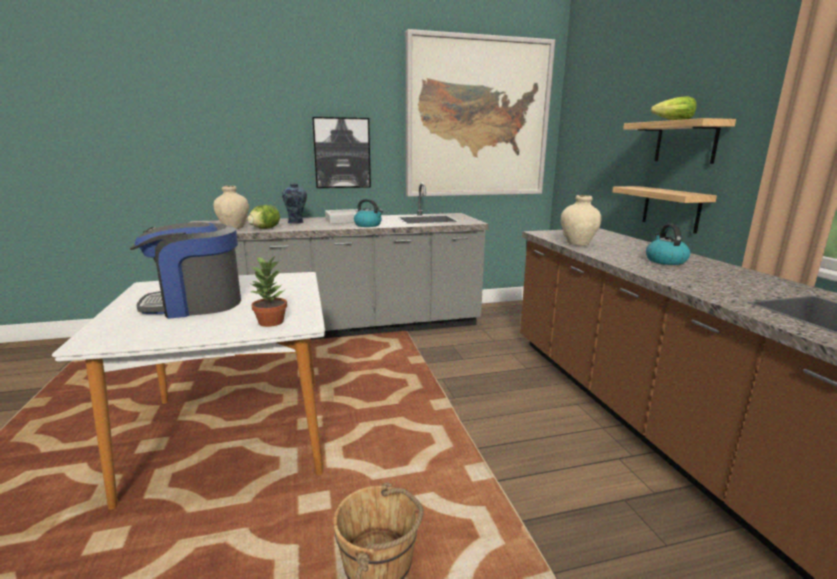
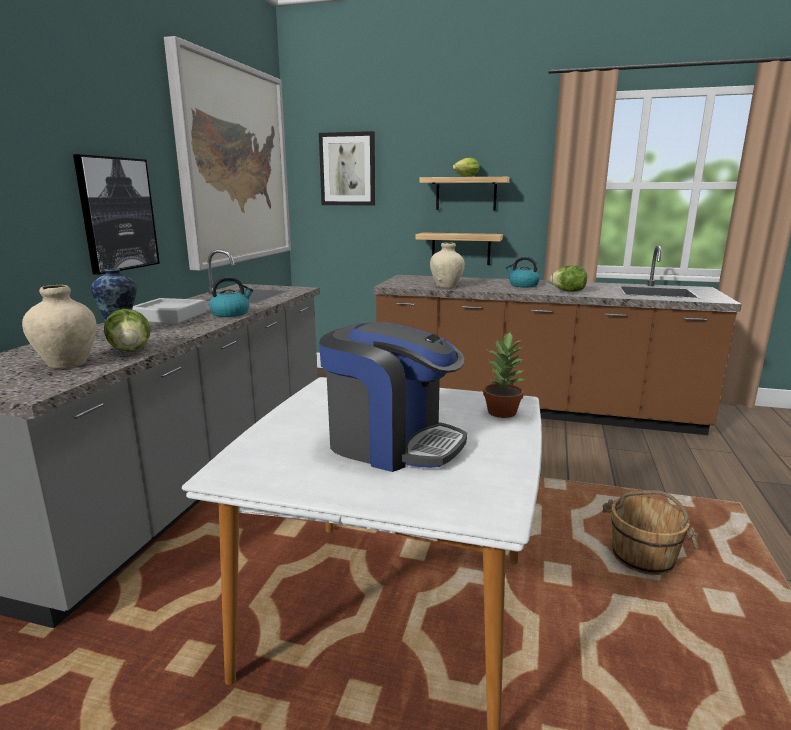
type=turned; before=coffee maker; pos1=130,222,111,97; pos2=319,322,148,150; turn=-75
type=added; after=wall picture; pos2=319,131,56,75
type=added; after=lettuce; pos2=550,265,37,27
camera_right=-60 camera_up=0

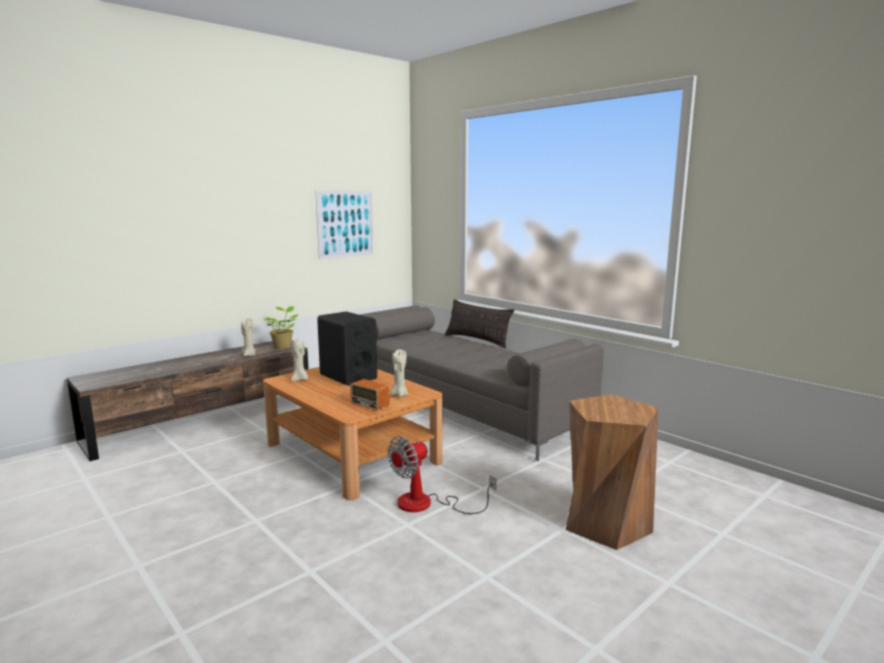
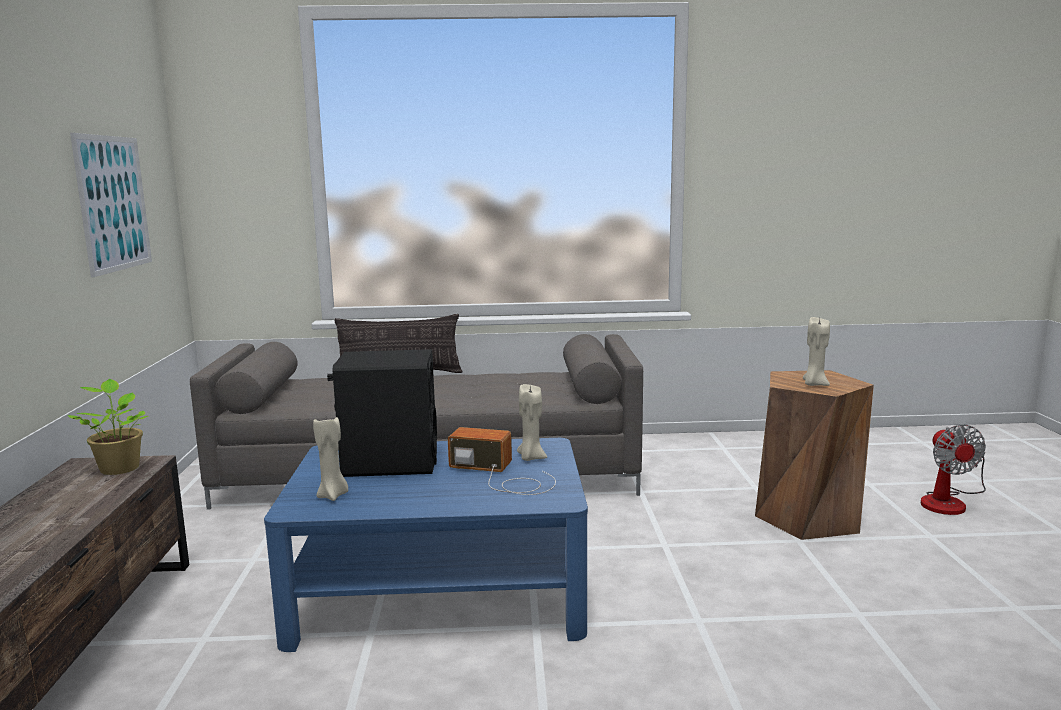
type=moved; before=wax candle in beige-coloured; pos1=241,318,15,38; pos2=803,317,27,69
type=recoloured; before=low table in brownish; after=low table in bluish; pos1=263,367,180,133; pos2=264,438,324,214
type=turned; before=radio set; pos1=341,379,49,31; pos2=448,427,108,68; turn=-150
type=moved; before=cooling fan; pos1=387,436,109,78; pos2=921,424,65,91
camera_right=-50 camera_up=0

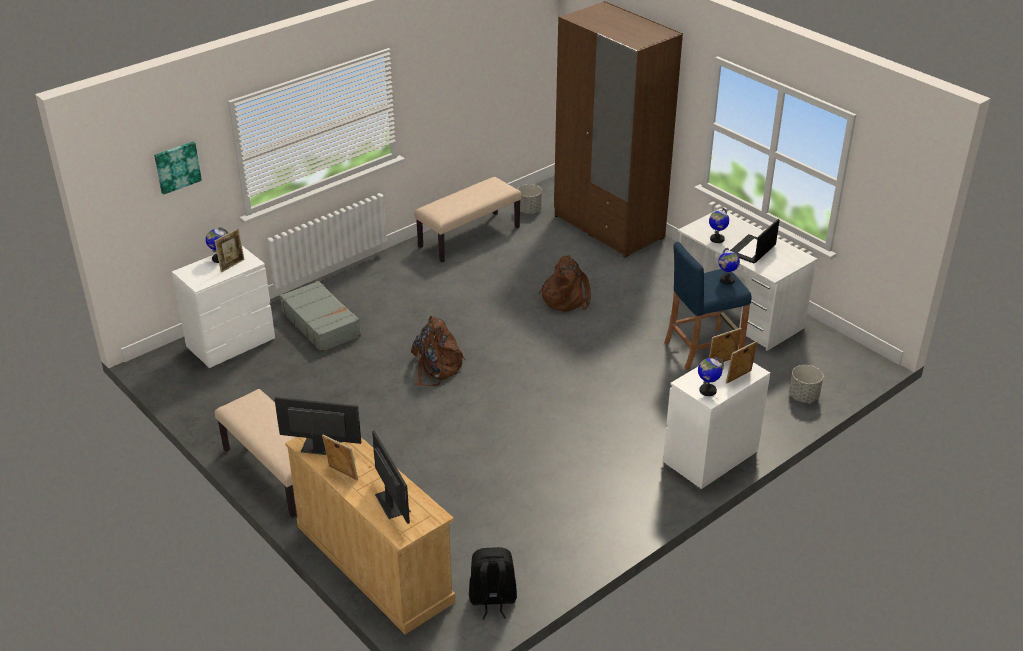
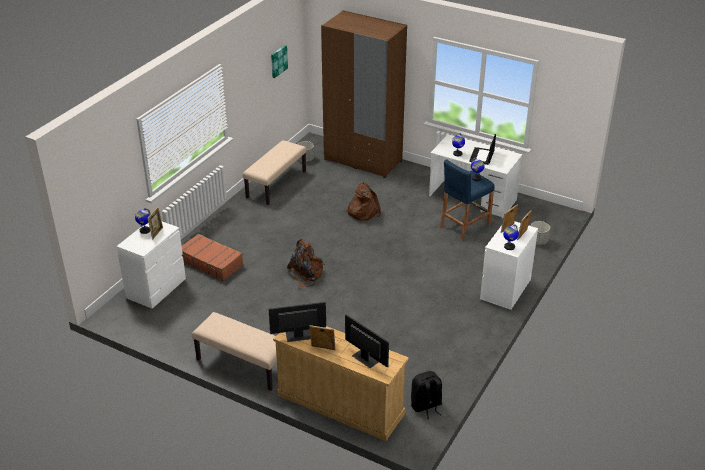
type=moved; before=wall picture; pos1=154,142,48,53; pos2=271,45,17,33
type=recoloured; before=travel case in grey; after=travel case in brownish; pos1=280,281,81,71; pos2=182,234,62,47
camera_right=-20 camera_up=0

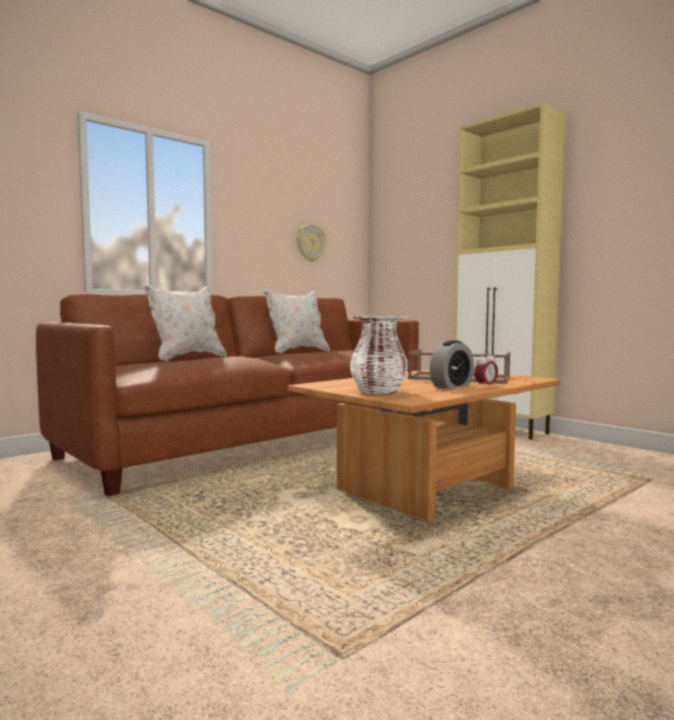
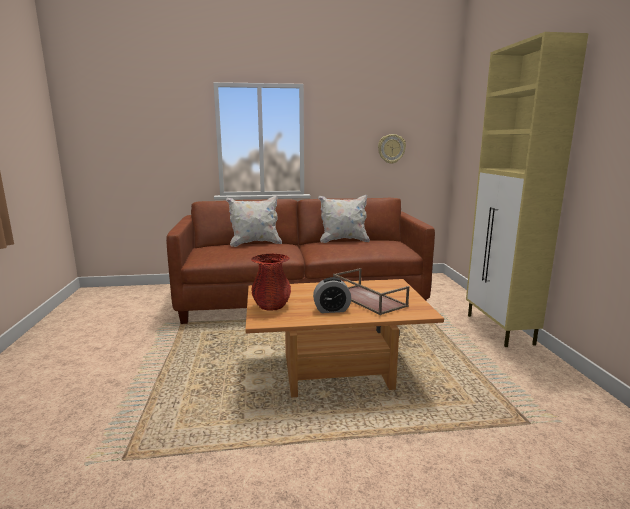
type=recoloured; before=decorative vase in white; after=decorative vase in red-coloured; pos1=350,316,58,78; pos2=251,254,40,57
type=removed; before=bedside clock; pos1=474,352,24,36
camera_right=35 camera_up=10

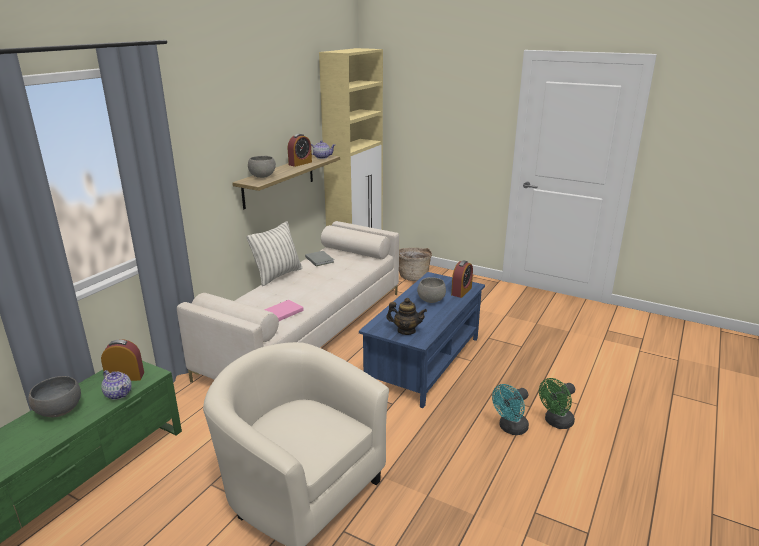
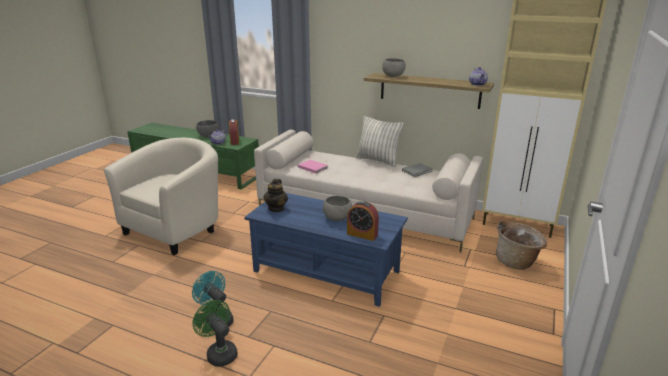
type=removed; before=bedside clock; pos1=288,134,24,33
camera_right=85 camera_up=0

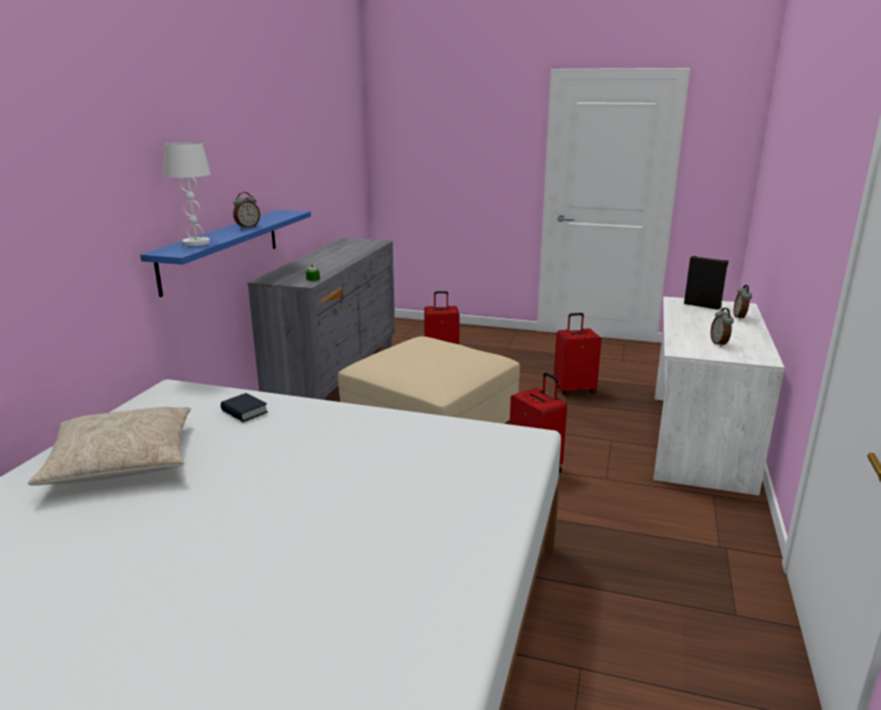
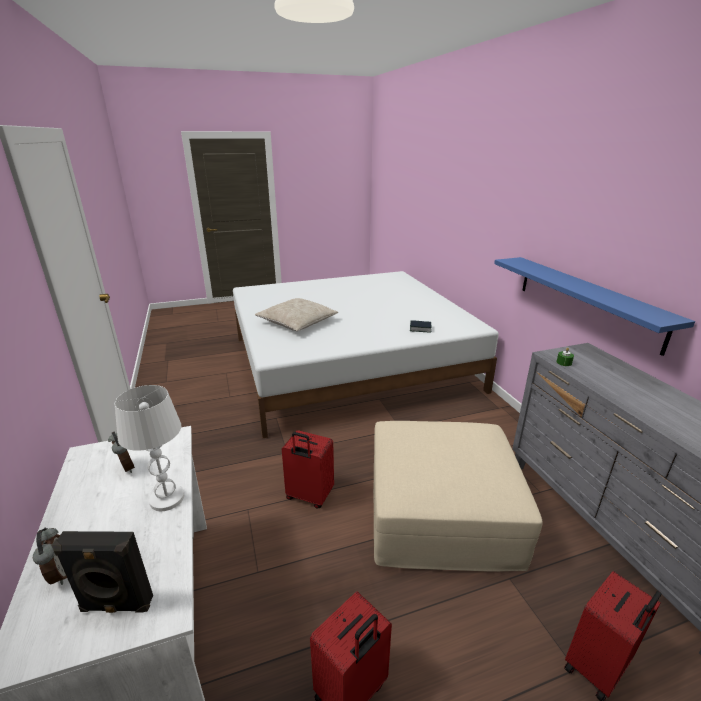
type=moved; before=pillow in beige-coloured; pos1=28,407,163,79; pos2=255,298,83,33
type=moved; before=lamp for a table in white; pos1=164,142,47,104; pos2=115,385,69,126
type=removed; before=bedside clock; pos1=233,192,27,37
camera_right=145 camera_up=5

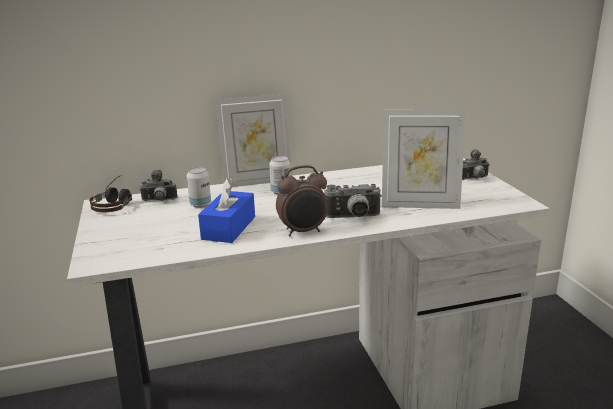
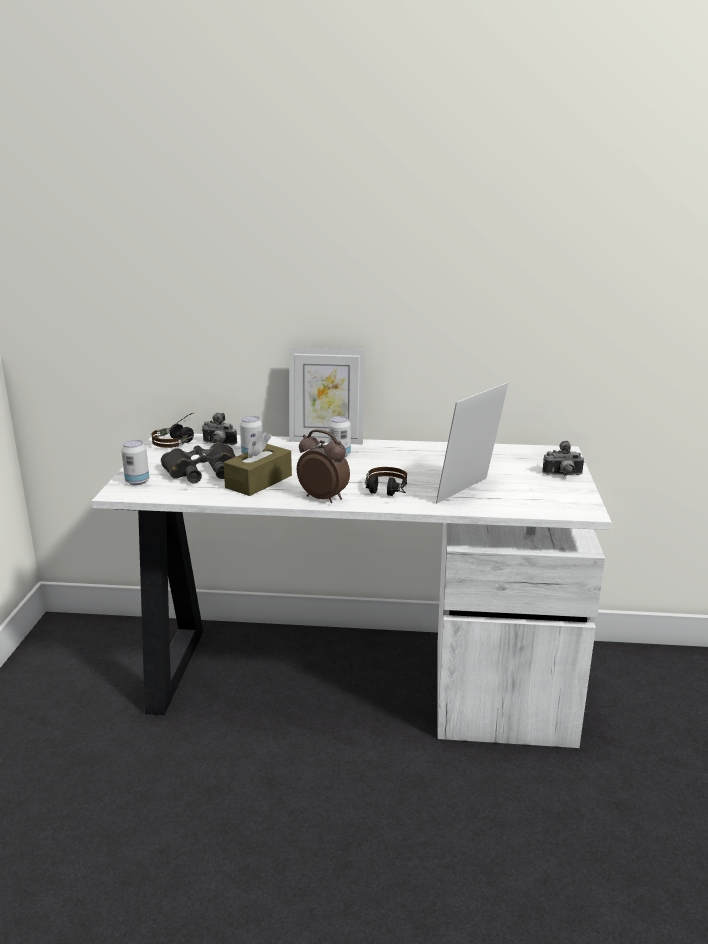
type=recoloured; before=tissue holder in bluish; after=tissue holder in brownish; pos1=198,178,57,65; pos2=223,431,69,65
type=turned; before=bedside clock; pos1=276,165,52,71; pos2=297,429,53,74; turn=-150
type=replaced; before=photo camera; after=pair of headphones; pos1=325,184,57,34; pos2=365,467,42,29
type=turned; before=photo frame; pos1=382,109,84,100; pos2=436,382,72,122; turn=105
type=added; after=sealed can; pos2=121,440,28,45
type=added; after=binoculars in blackish; pos2=161,442,75,41
camera_right=20 camera_up=0

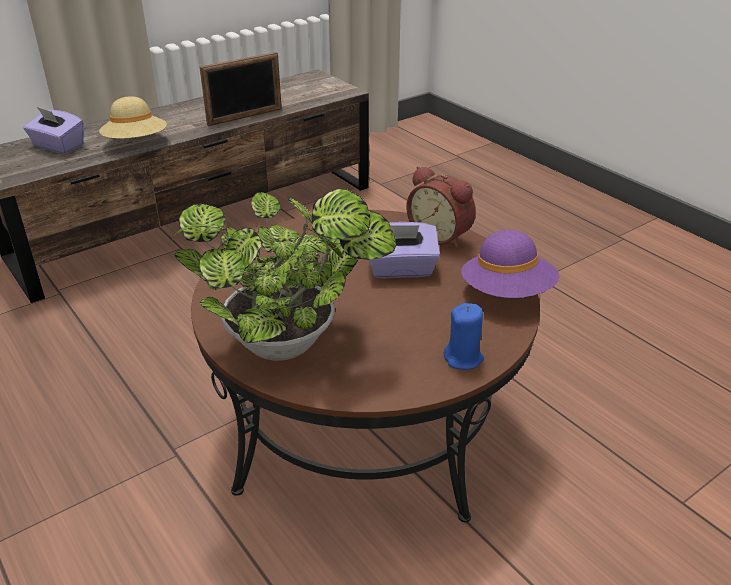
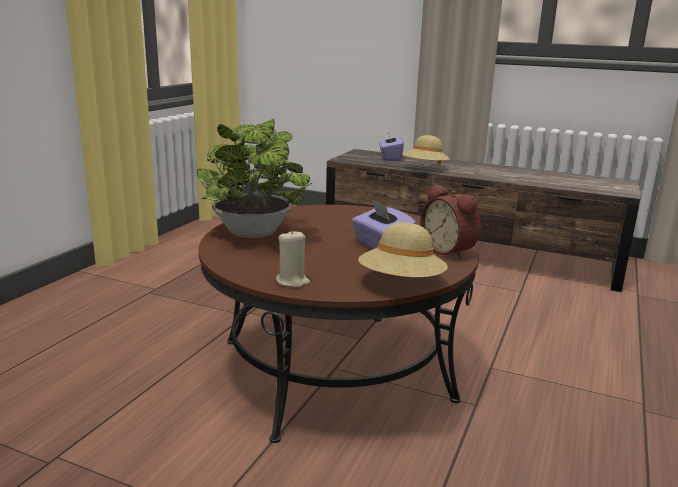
type=removed; before=photo frame; pos1=200,52,82,74
type=turned; before=bedside clock; pos1=406,166,70,82; pos2=420,184,61,76; turn=-45
type=recoloured; before=wax candle in bluish; after=wax candle in beige-coloured; pos1=443,303,41,67; pos2=276,230,34,58
type=recoloured; before=wearable hat in purplish; after=wearable hat in beige-coloured; pos1=461,230,98,68; pos2=358,222,90,56
camera_right=60 camera_up=-15

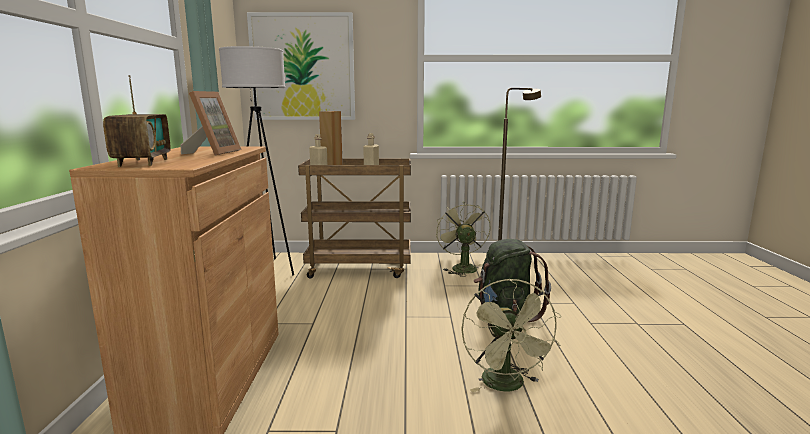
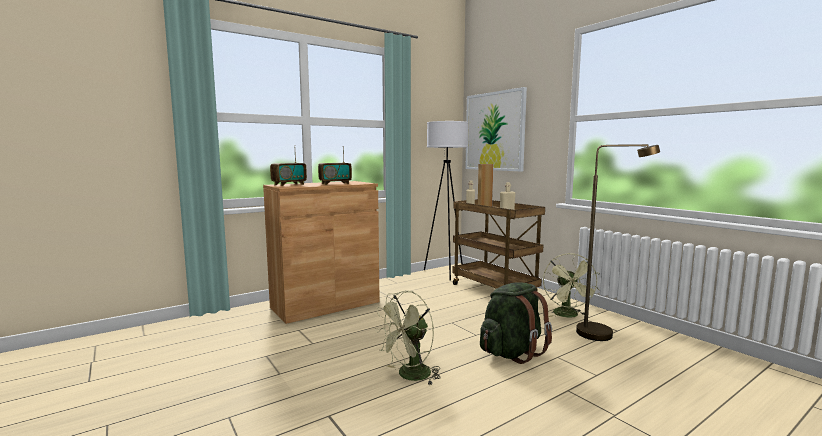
type=replaced; before=photo frame; after=radio set; pos1=180,91,62,64; pos2=318,146,34,39
type=turned; before=cooling fan in green; pos1=436,201,54,76; pos2=543,253,57,65; turn=135
camera_right=55 camera_up=-5

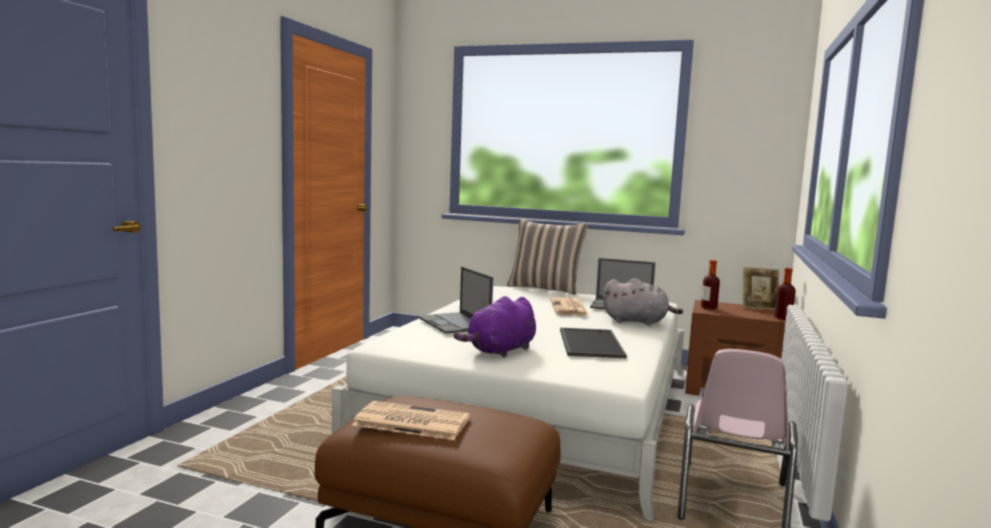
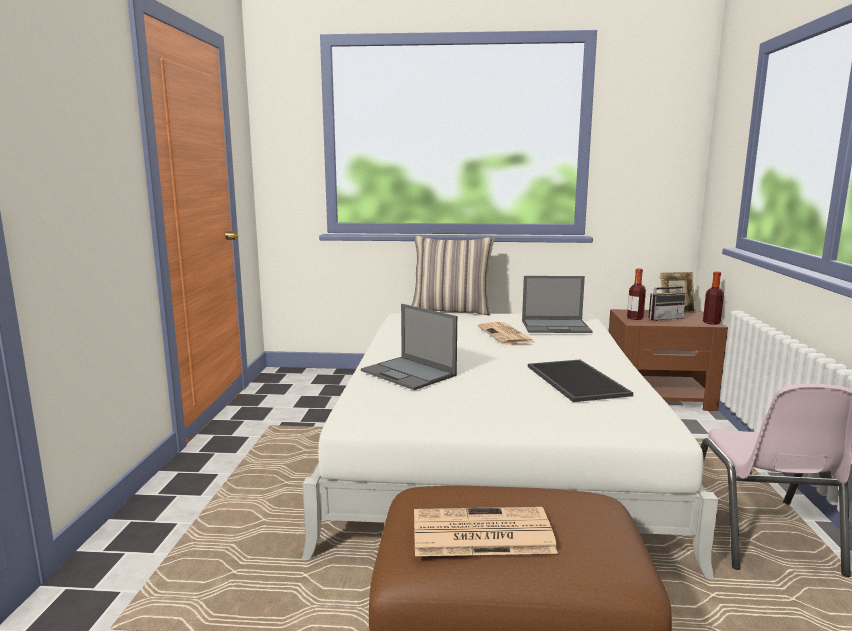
type=removed; before=soft toy in purplish; pos1=453,296,83,61
type=removed; before=soft toy in grey; pos1=603,278,80,47
type=added; after=radio set; pos2=648,276,38,45
camera_right=-15 camera_up=5

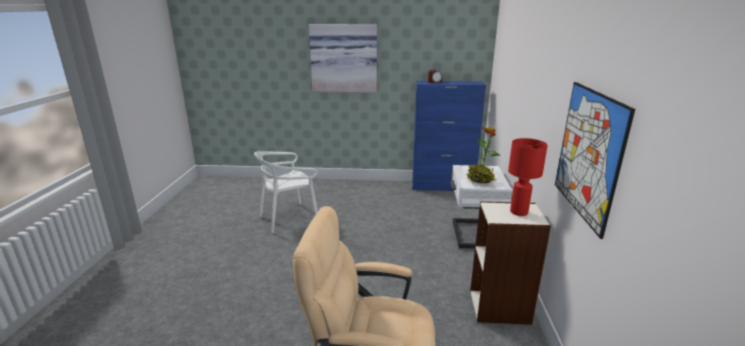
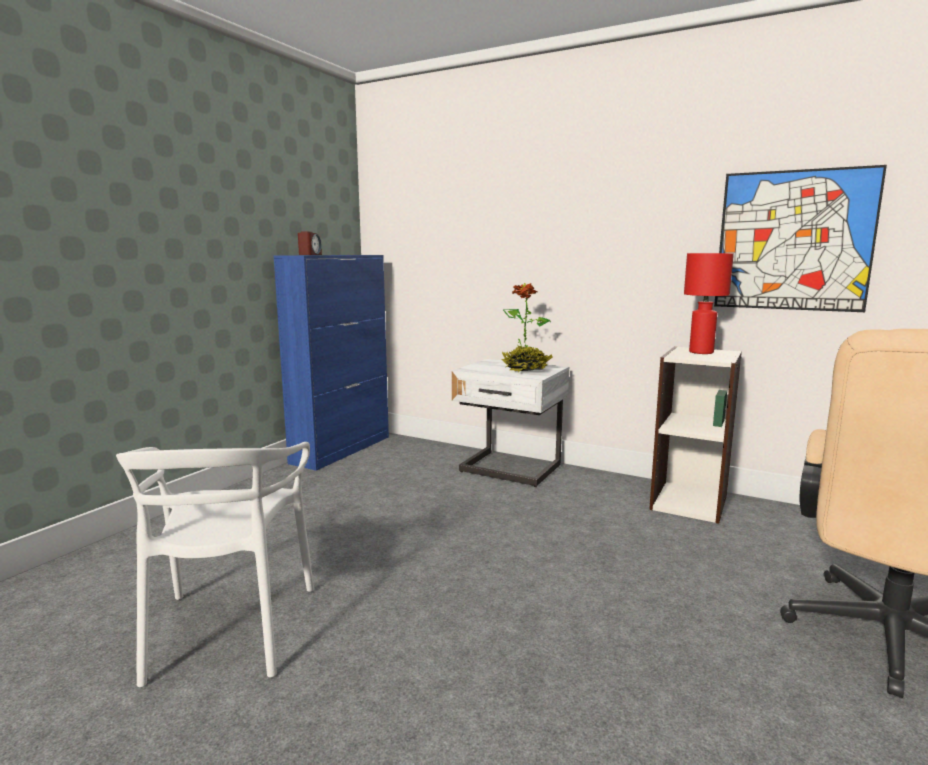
type=removed; before=wall picture; pos1=309,24,68,68
camera_right=-65 camera_up=-10

